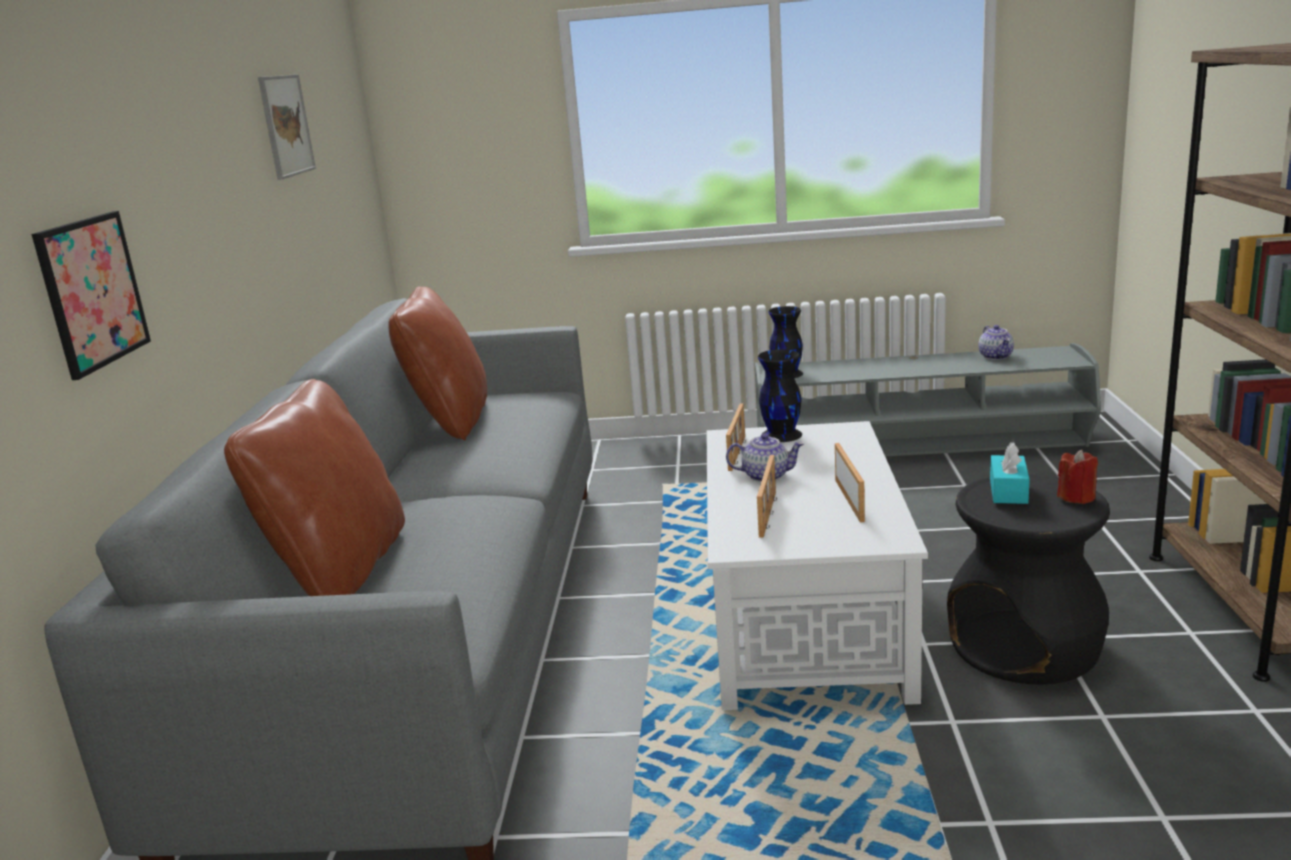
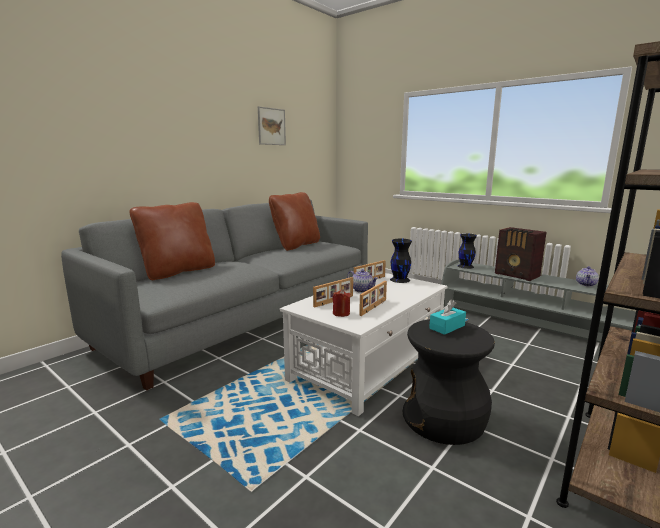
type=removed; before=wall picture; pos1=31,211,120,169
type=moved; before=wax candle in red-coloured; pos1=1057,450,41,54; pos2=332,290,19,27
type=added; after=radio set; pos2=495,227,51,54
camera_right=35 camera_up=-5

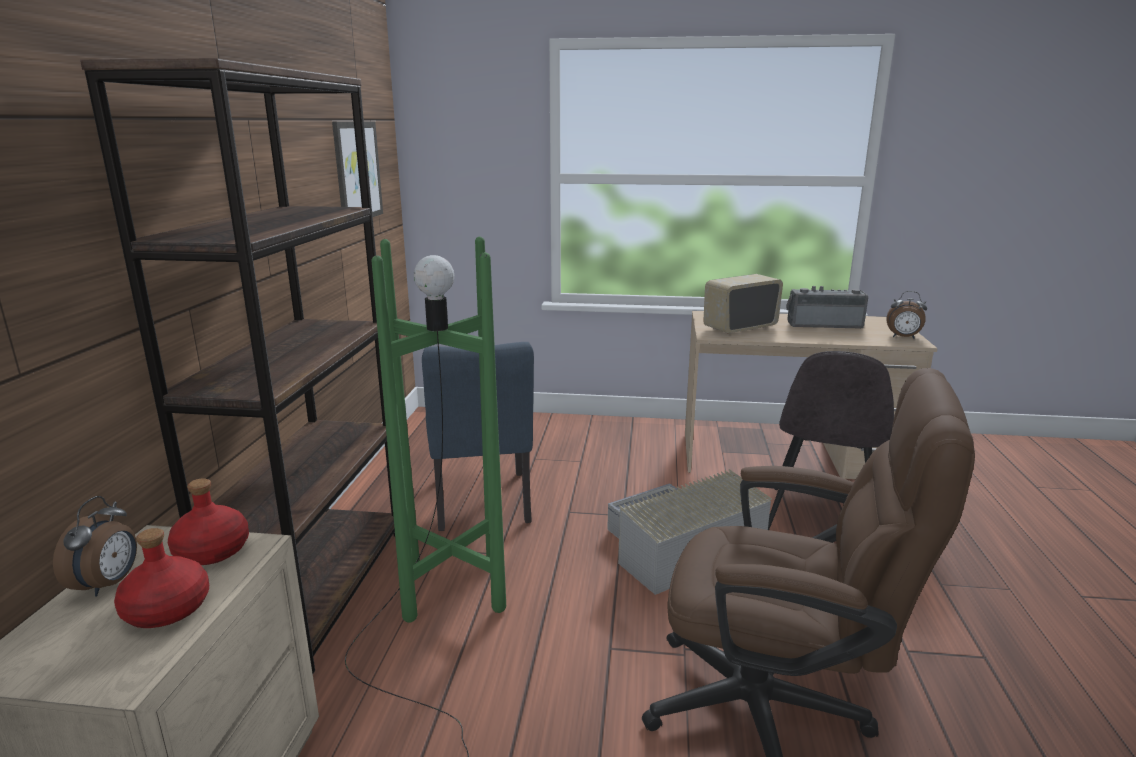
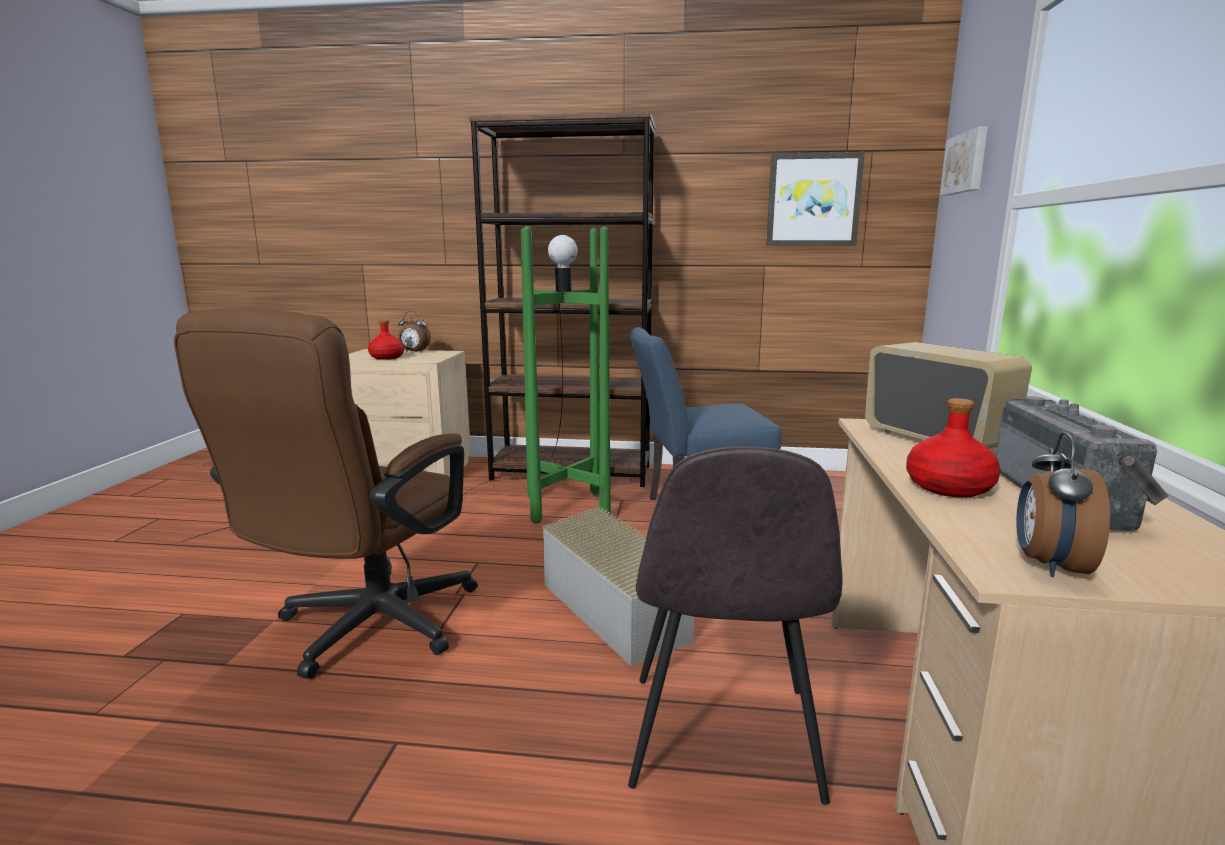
type=moved; before=beverage bottle in red-coloured; pos1=168,478,81,87; pos2=906,398,94,100
type=turned; before=plain chair in grey; pos1=768,351,126,179; pos2=628,446,215,359; turn=-105
type=added; after=wall picture; pos2=940,126,48,70
camera_right=90 camera_up=-5

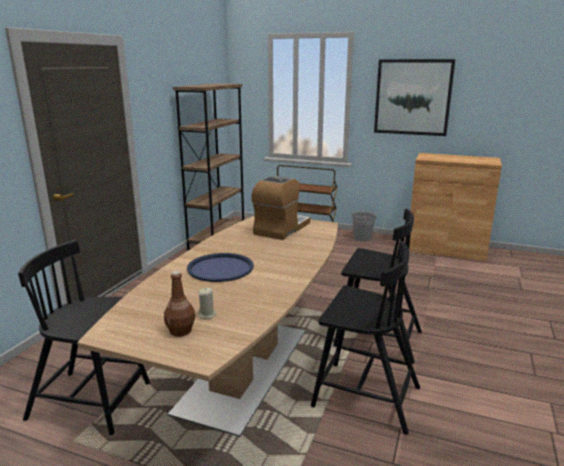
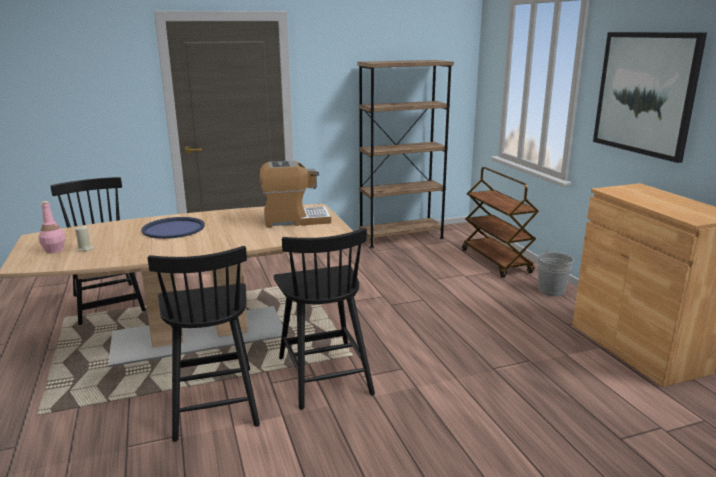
type=recoloured; before=beverage bottle in brownish; after=beverage bottle in pink; pos1=164,271,31,66; pos2=38,201,27,52
camera_right=50 camera_up=0

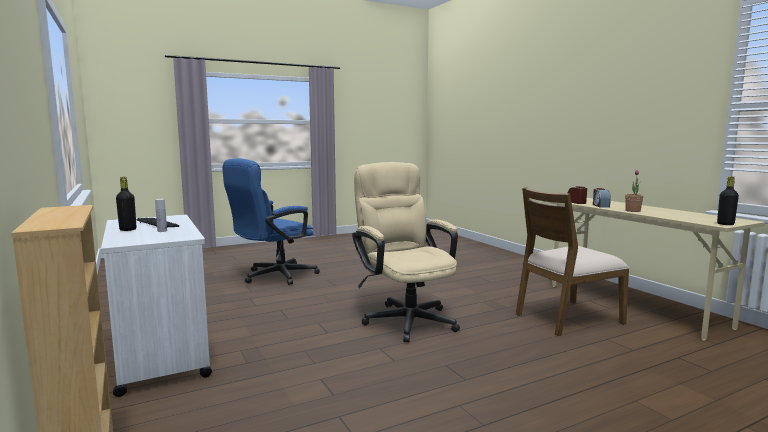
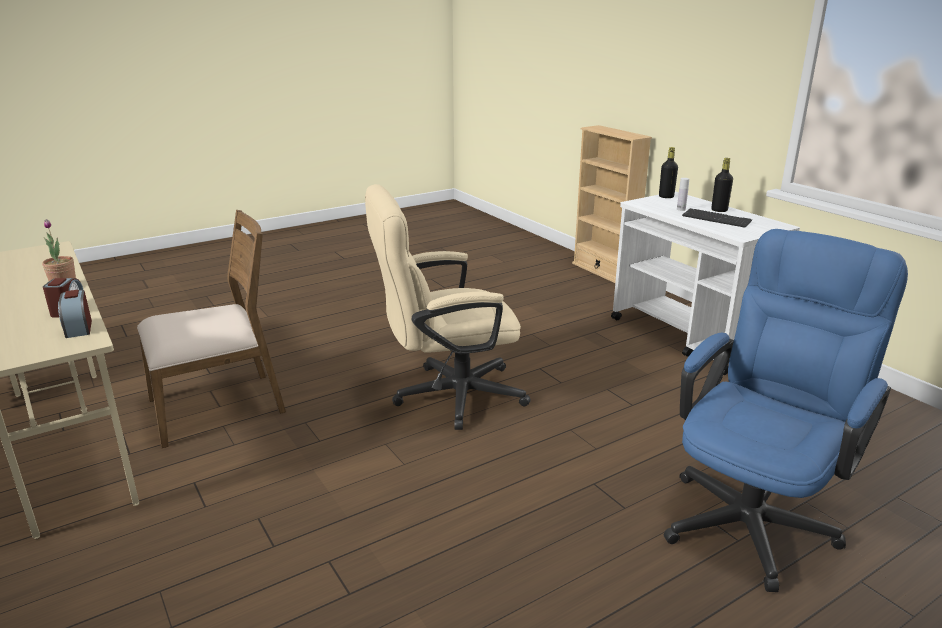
type=turned; before=desk chair in beige-coloured; pos1=352,162,108,181; pos2=365,184,166,246; turn=105
type=moved; before=beverage bottle in blackish; pos1=717,176,22,49; pos2=659,147,19,51
camera_right=175 camera_up=15

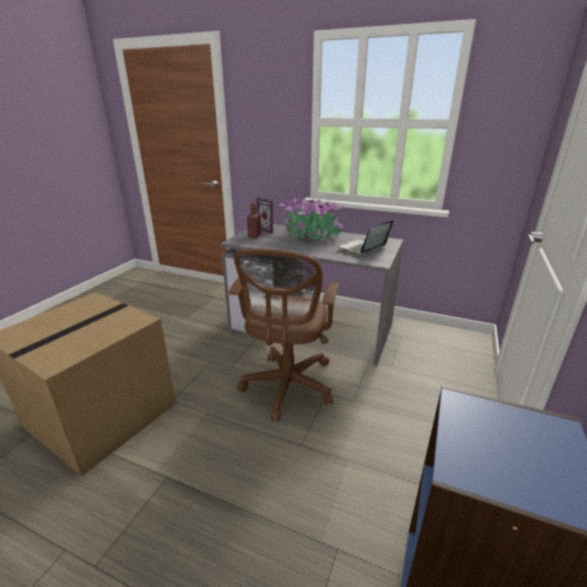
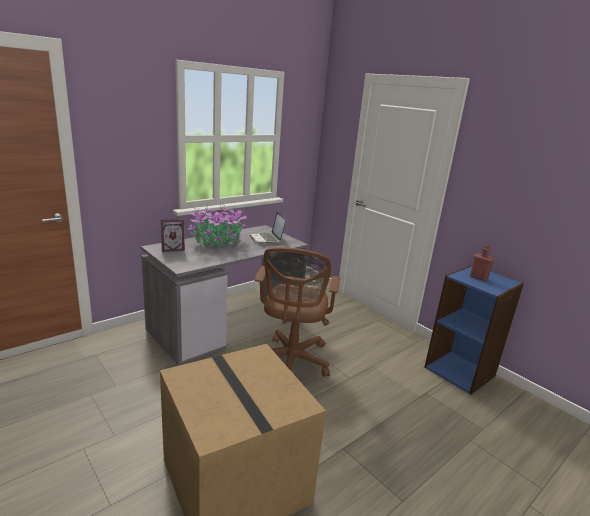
type=turned; before=desk chair in brownish; pos1=229,249,110,172; pos2=255,247,85,130; turn=60
type=moved; before=beverage bottle in red-coloured; pos1=247,203,14,35; pos2=470,245,24,36
camera_right=-65 camera_up=-5

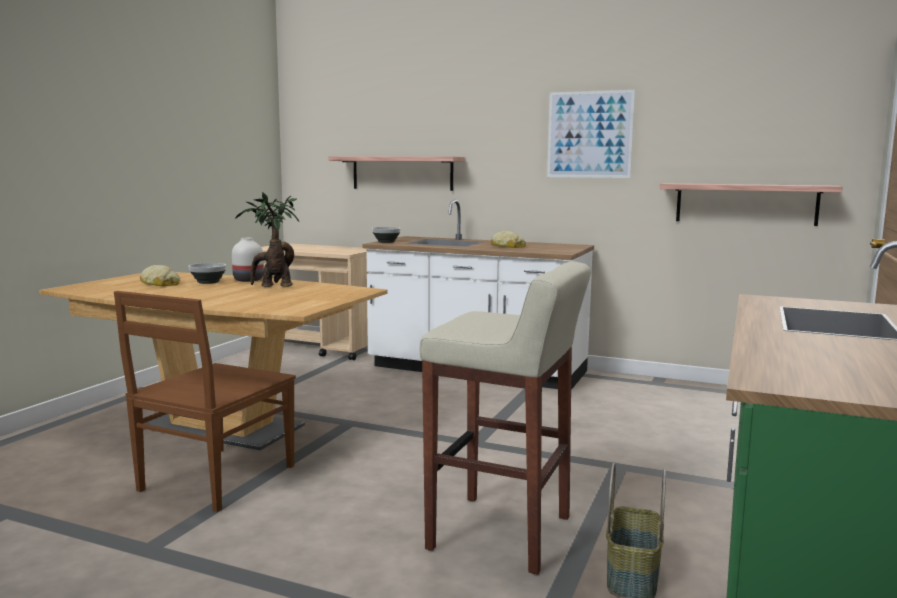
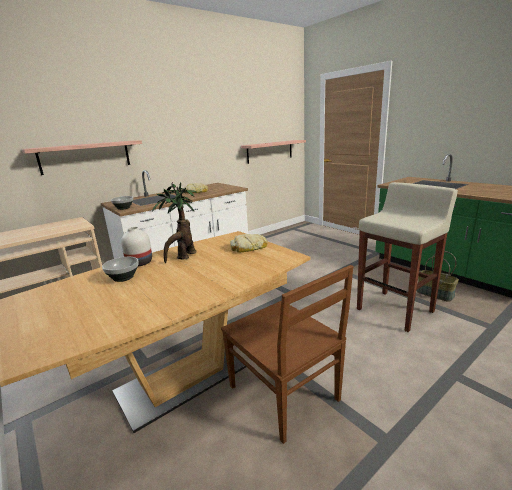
type=moved; before=bread; pos1=140,265,40,21; pos2=230,234,38,18
type=removed; before=wall picture; pos1=547,90,88,88
camera_right=-60 camera_up=10

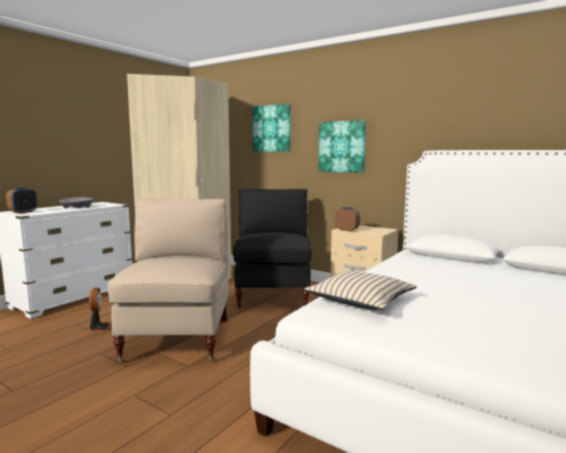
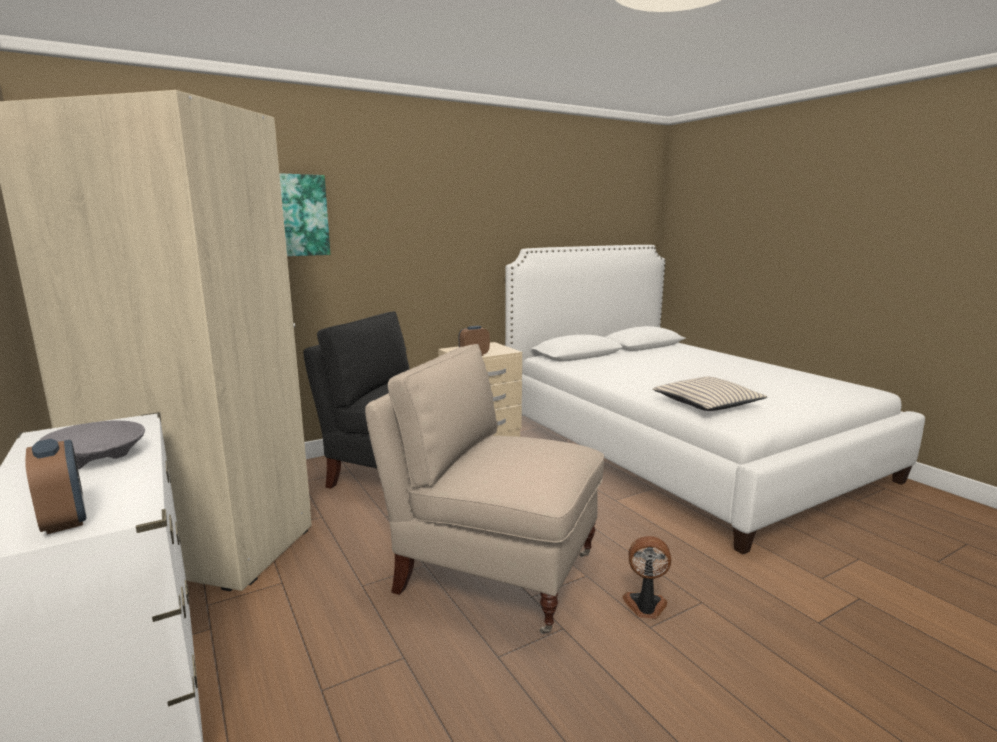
type=moved; before=cooling fan; pos1=88,287,23,47; pos2=622,536,50,83
type=removed; before=wall picture; pos1=318,120,48,53
camera_right=-65 camera_up=5

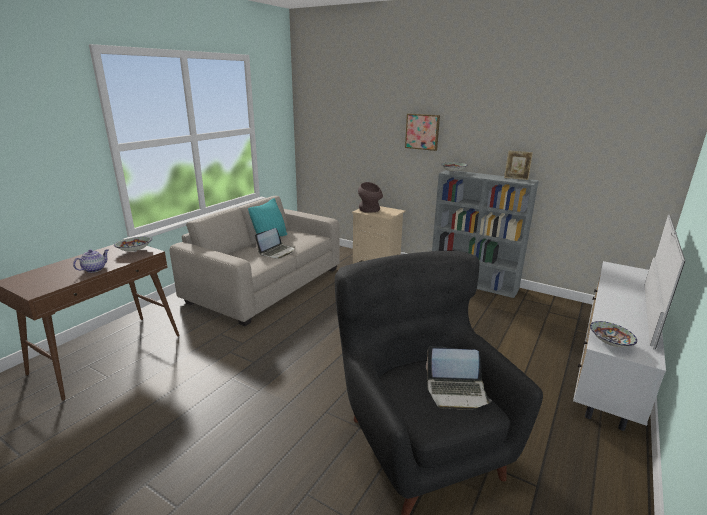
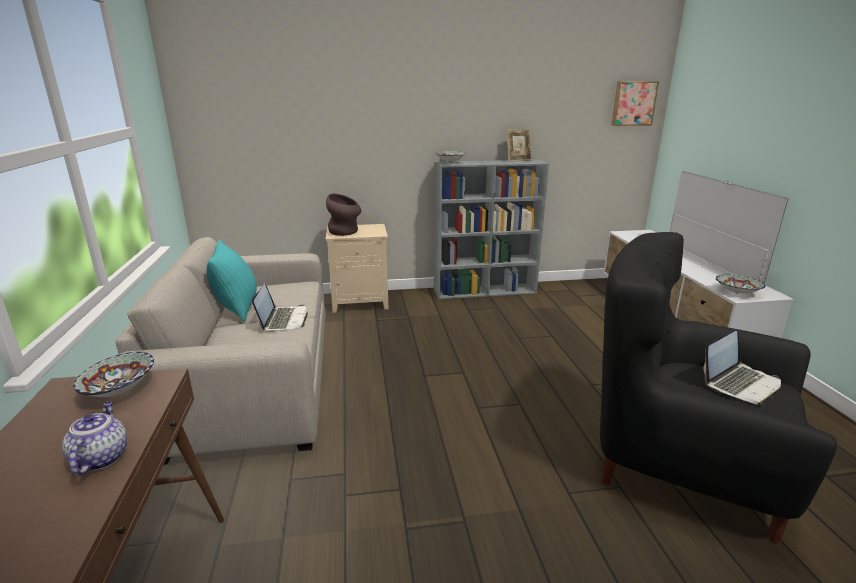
type=moved; before=wall picture; pos1=405,113,35,38; pos2=612,81,47,45
camera_right=-40 camera_up=0

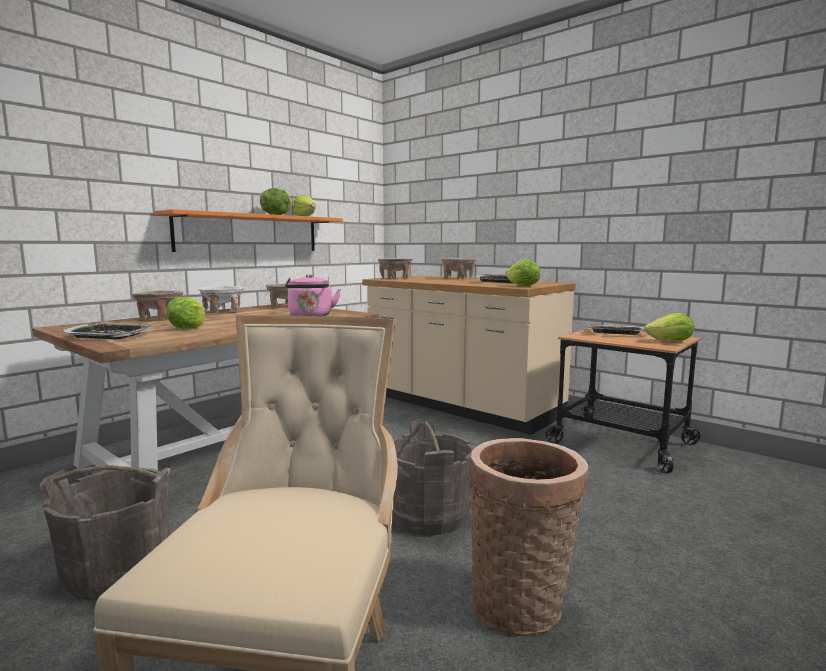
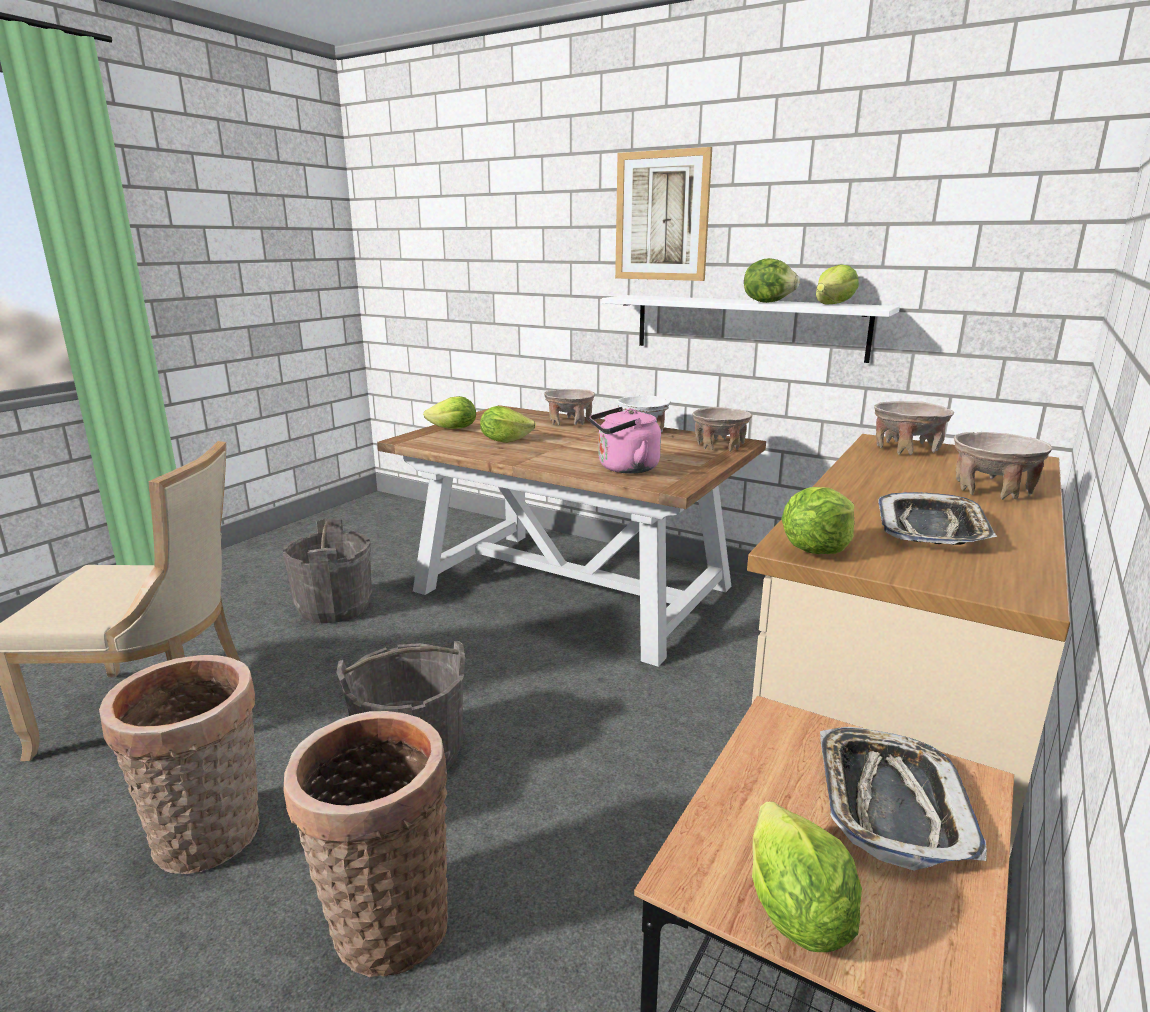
type=replaced; before=serving tray; after=lettuce; pos1=59,322,92,17; pos2=423,396,53,33
type=recoloured; before=bracket shelf in orangey; after=bracket shelf in white; pos1=154,209,189,43; pos2=602,295,298,68
type=added; after=storage basket; pos2=283,711,165,266
type=added; after=wall picture; pos2=615,147,97,134
camera_right=80 camera_up=10

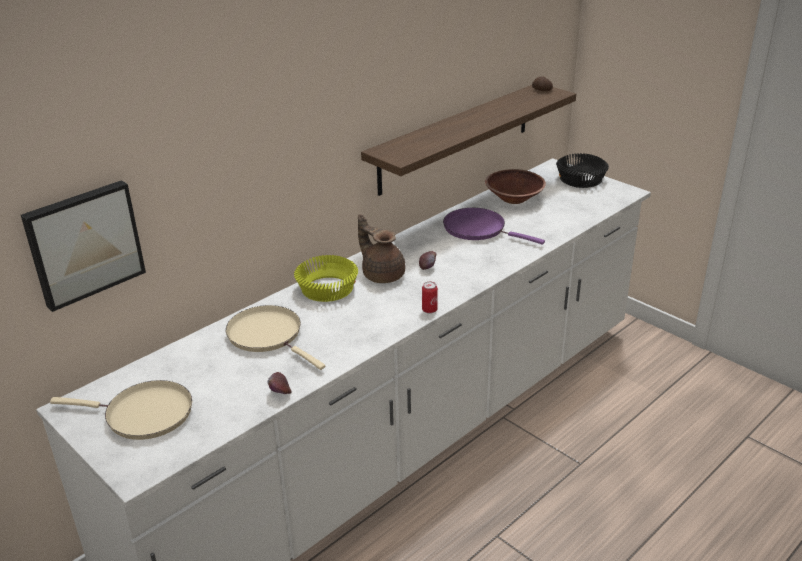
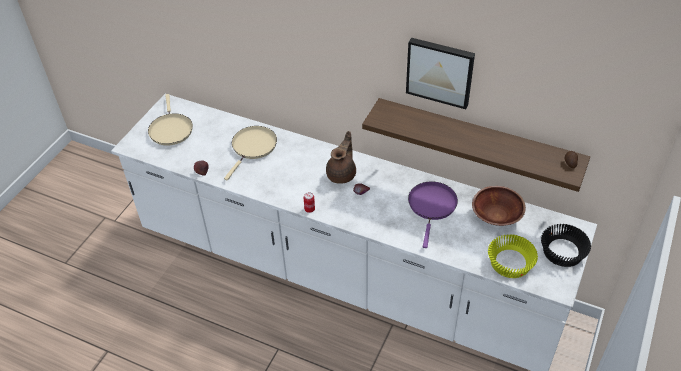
type=moved; before=wall picture; pos1=21,180,125,132; pos2=406,38,69,71
type=moved; before=bowl in yellowish; pos1=294,255,64,47; pos2=488,234,50,44
camera_right=70 camera_up=15

